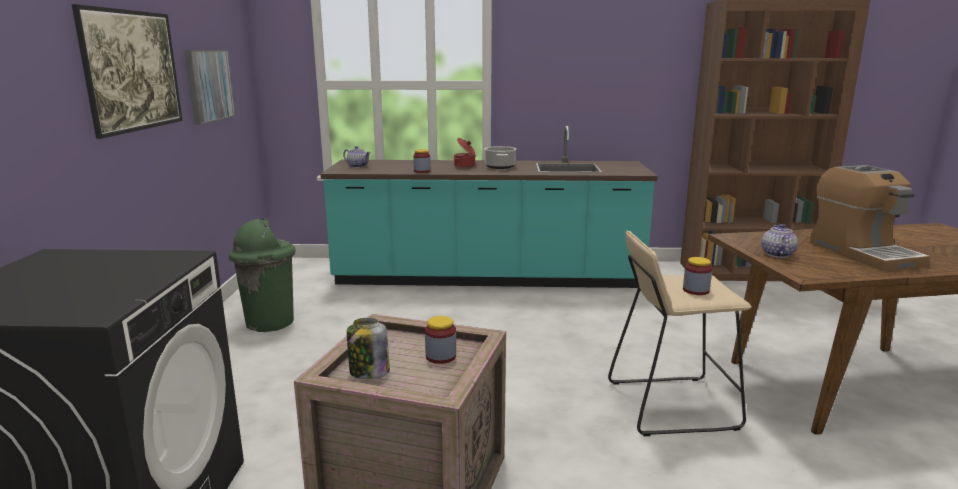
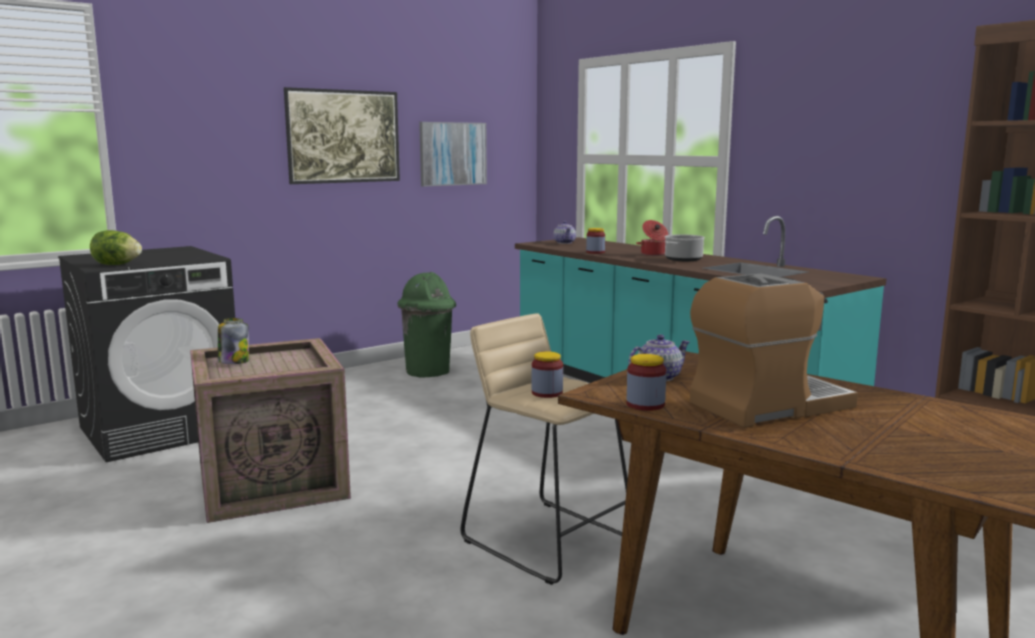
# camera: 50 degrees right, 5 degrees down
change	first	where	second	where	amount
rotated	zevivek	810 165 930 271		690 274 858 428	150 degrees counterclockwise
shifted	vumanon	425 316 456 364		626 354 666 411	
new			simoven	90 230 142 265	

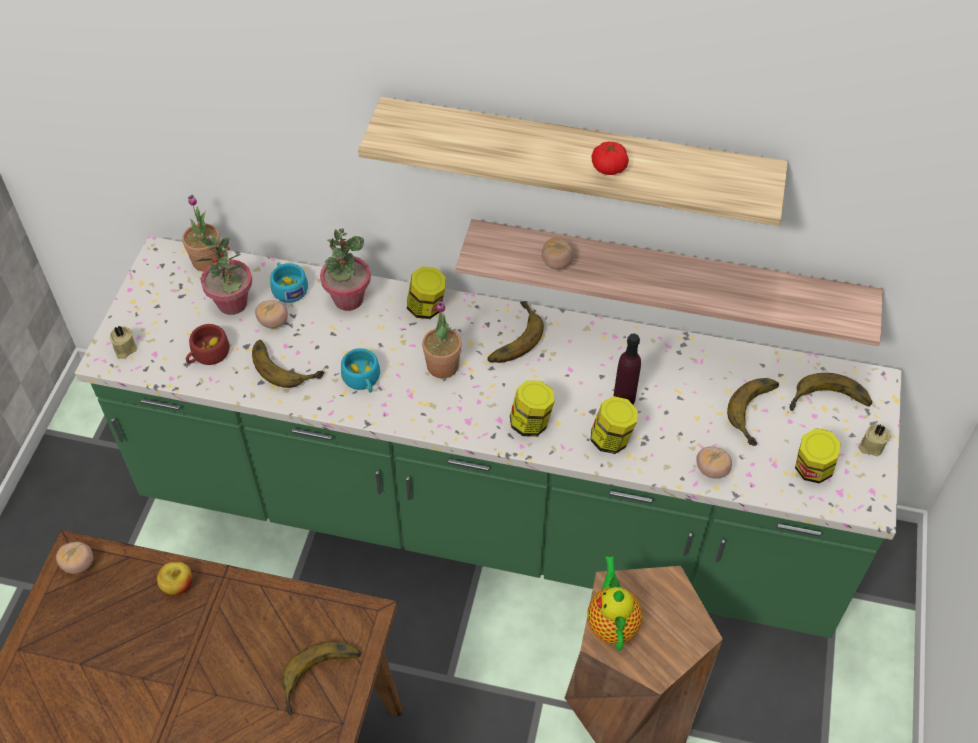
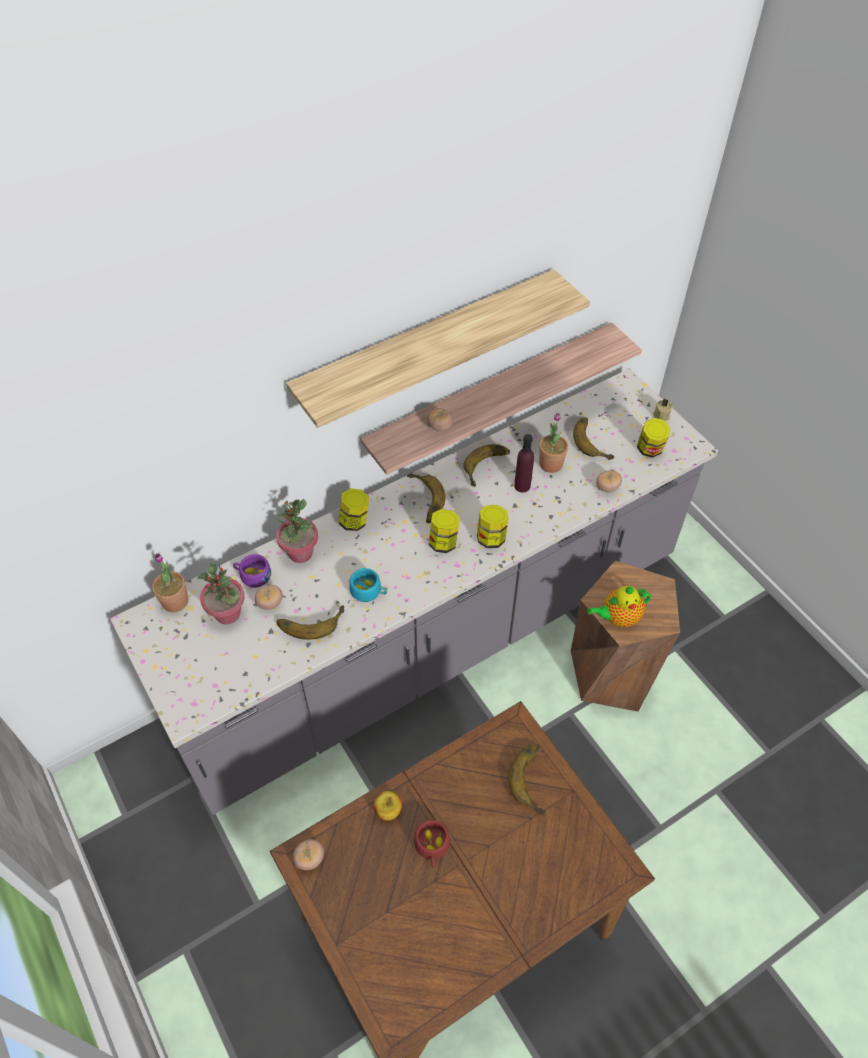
# camera: 45 degrees left, 0 degrees up
change	first	where	second	where	amount
gone	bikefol	591 142 629 175			
repainted	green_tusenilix	75 236 902 638	grey_tusenilix	110 368 718 815	
repainted	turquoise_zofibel	270 262 308 303	purple_zofibel	233 554 271 588	
shifted	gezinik	422 301 462 378		539 413 568 473	
shifted	red_zofibel	186 324 230 365		414 820 450 867	
gone	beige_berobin	110 326 137 359			
shifted	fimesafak	789 373 872 411		463 444 510 487	
shifted	vumanon	590 396 638 454		428 509 460 553	
rotated	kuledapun	587 556 642 651		587 586 651 627	60 degrees counterclockwise

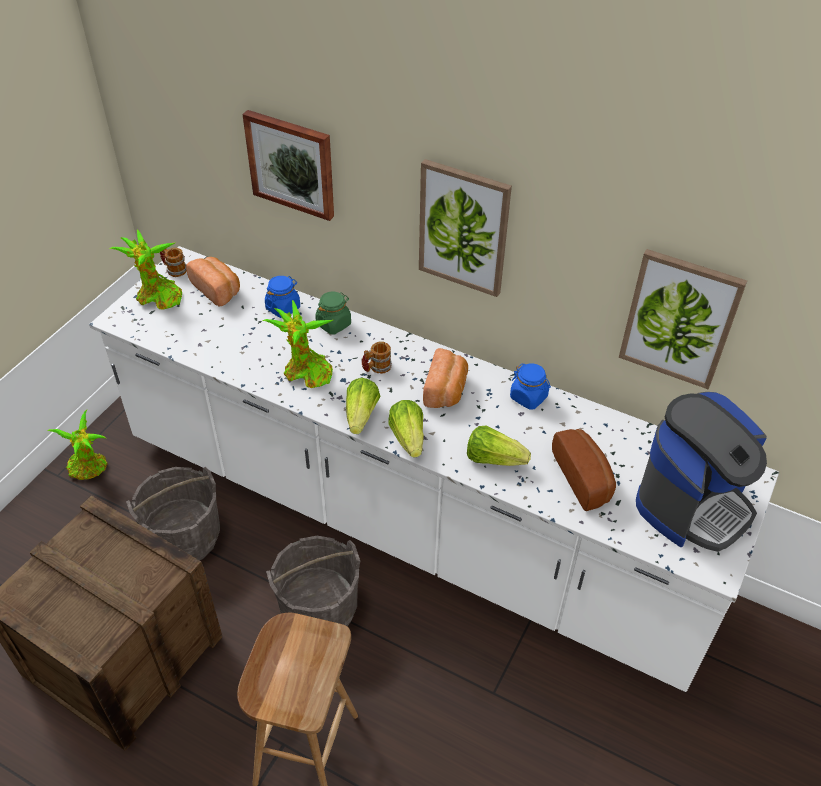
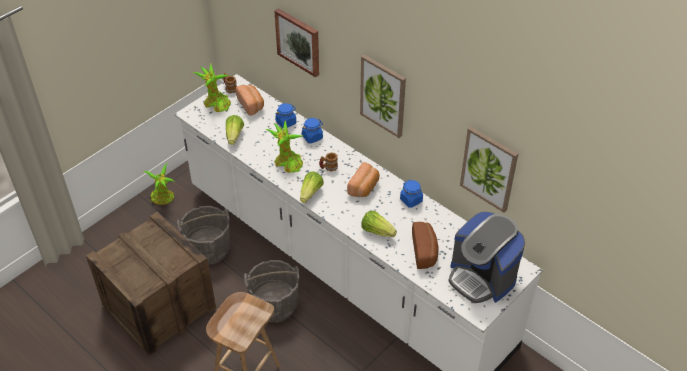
# camera: 15 degrees right, 0 degrees up
change	first	where	second	where	amount
repainted	green_vumanon	315 292 351 334	blue_vumanon	302 118 323 143	
rotated	zevivek	636 392 767 552		448 212 525 303	75 degrees clockwise
shifted	simoven	388 400 424 458		226 115 244 145	

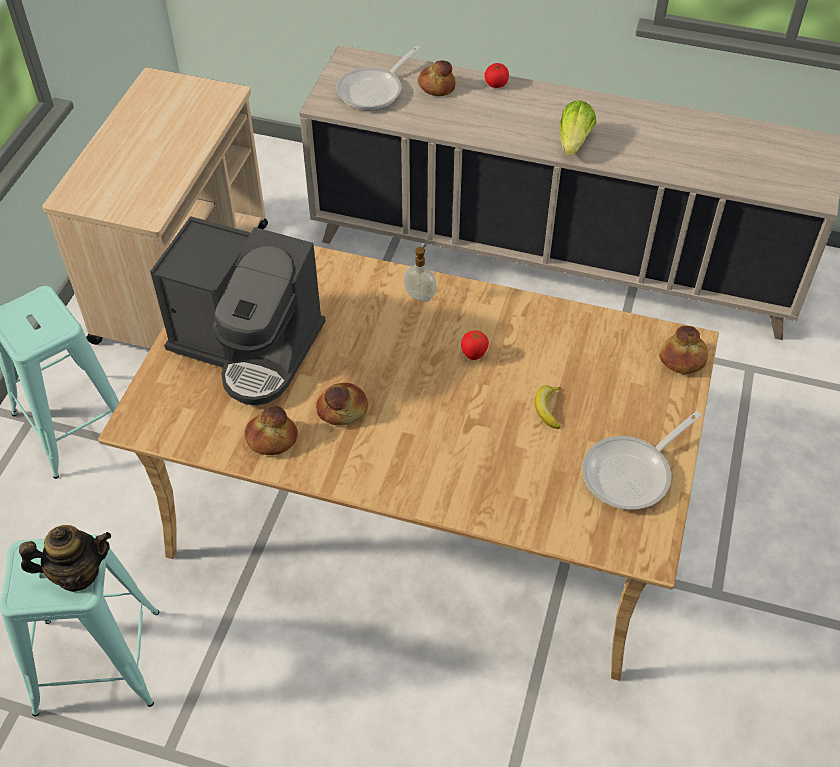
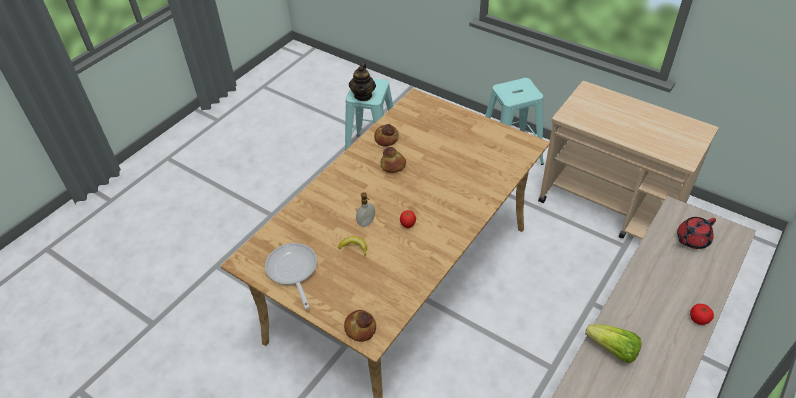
# camera: 110 degrees right, 5 degrees down
change	first	where	second	where	amount
swapped	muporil	336 46 421 111	red_kuledapun	677 217 716 249	
gone	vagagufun	418 60 456 96			
gone	zevivek	150 216 325 406			
shifted	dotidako	403 244 437 302		356 192 375 227	

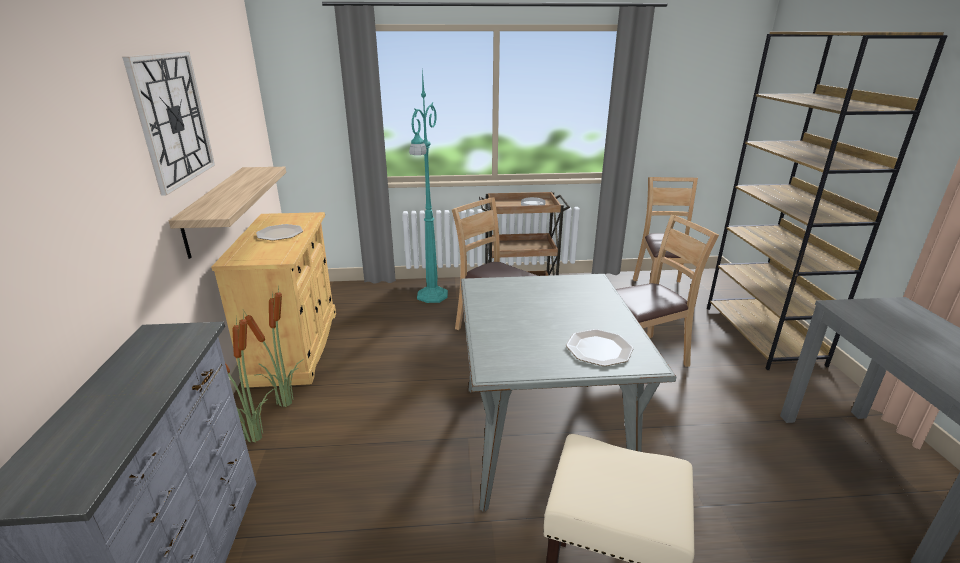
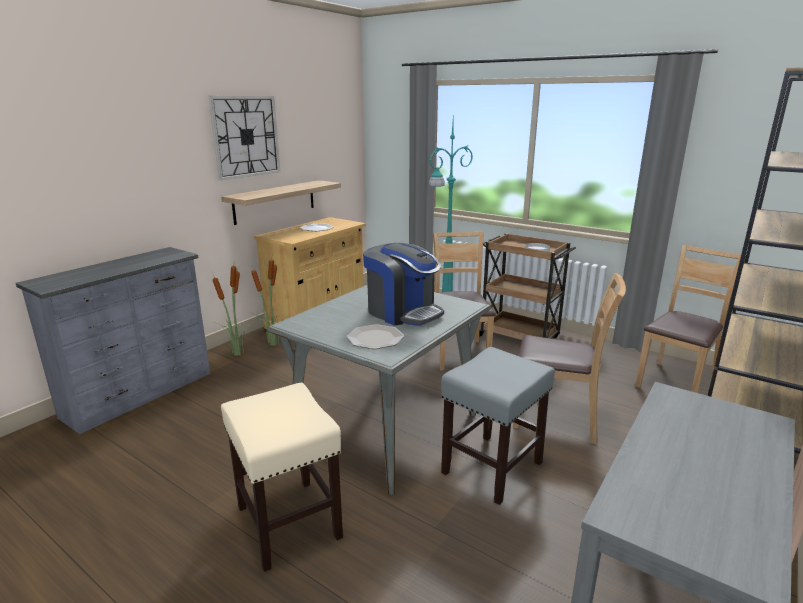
# camera: 40 degrees right, 5 degrees down
change	first	where	second	where	amount
new			zevivek	363 243 444 326	
new			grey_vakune	441 347 555 505	

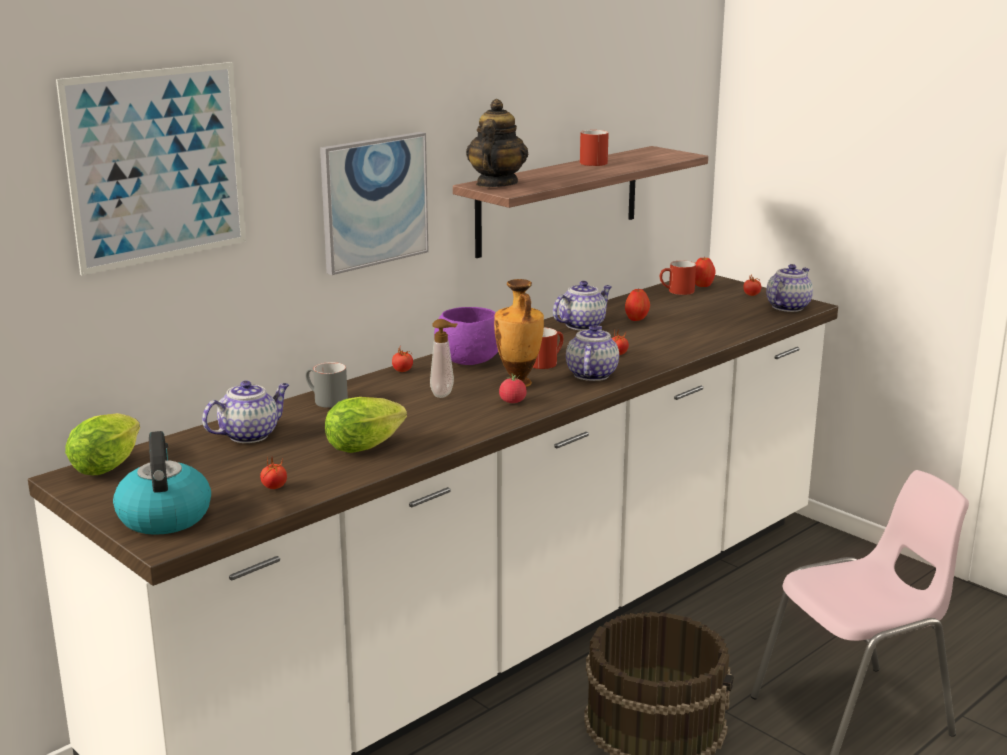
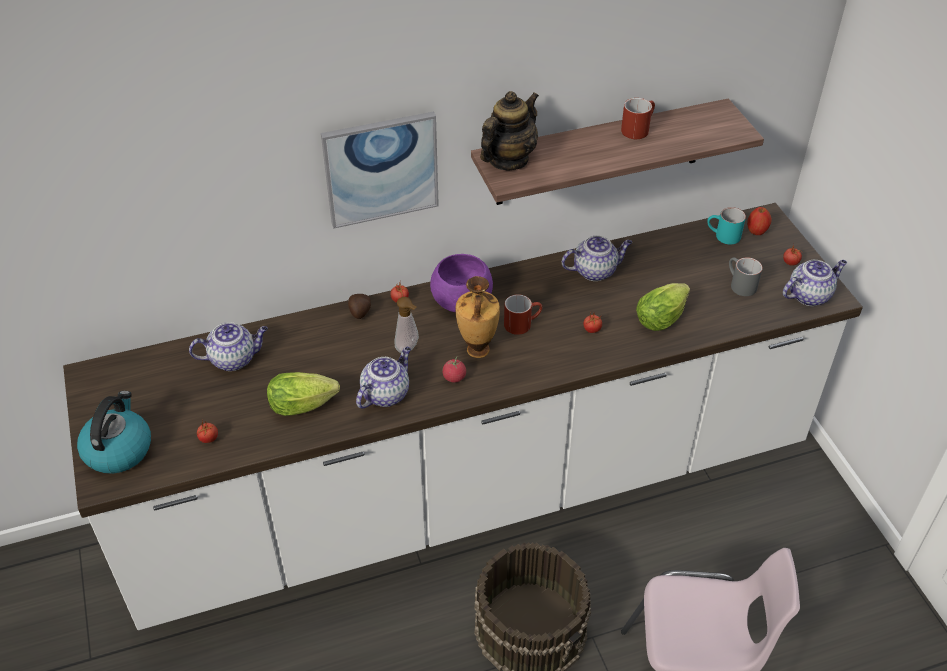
# camera: 25 degrees right, 25 degrees up
change	first	where	second	where	amount
gone	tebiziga	56 62 246 276			
repainted	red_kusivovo	660 261 696 295	turquoise_kusivovo	707 207 746 245	
gone	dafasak	625 288 650 321			
shifted	kuledapun	566 325 619 381		356 347 411 409	
shifted	grey_kusivovo	305 362 348 408		729 257 763 296	
shifted	simoven	65 413 140 475		636 283 690 331	
new			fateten	348 294 371 319	

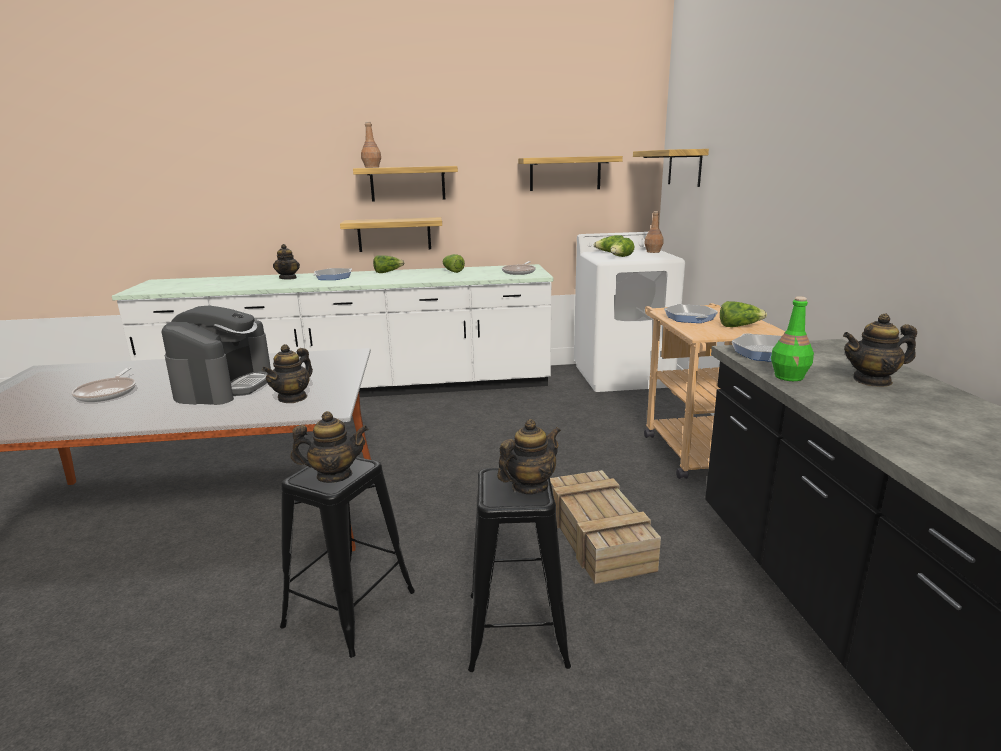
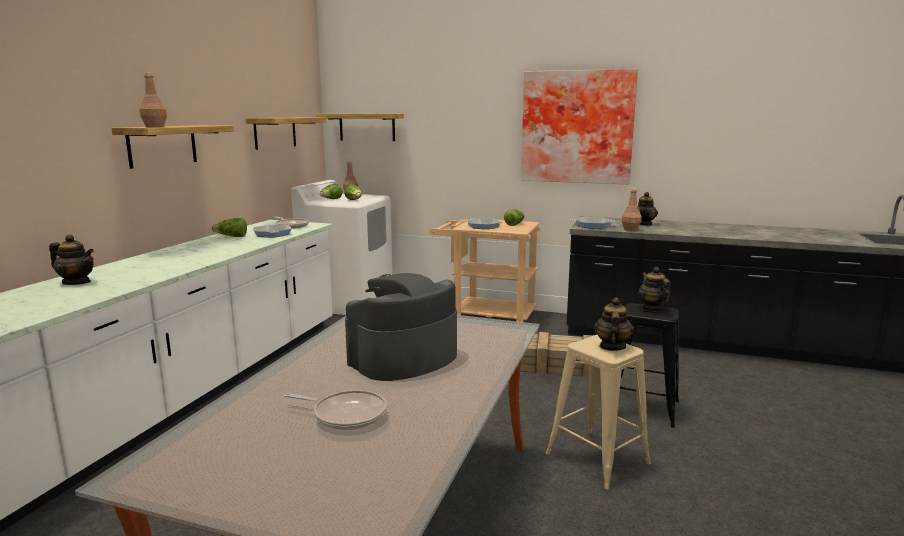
# camera: 65 degrees left, 5 degrees down
change	first	where	second	where	amount
gone	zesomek	340 217 442 252			
gone	simoven	373 255 404 273			
shifted	muporil	313 268 352 280		253 224 292 237	
repainted	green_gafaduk	771 296 814 381	brown_gafaduk	622 189 642 231	
rotated	zevivek	162 306 271 405		345 273 457 381	75 degrees counterclockwise
gone	kuledapun	262 344 313 403			
repainted	black_vakune	280 457 415 658	beige_vakune	546 335 651 490	
new			tebiziga	521 69 638 184	

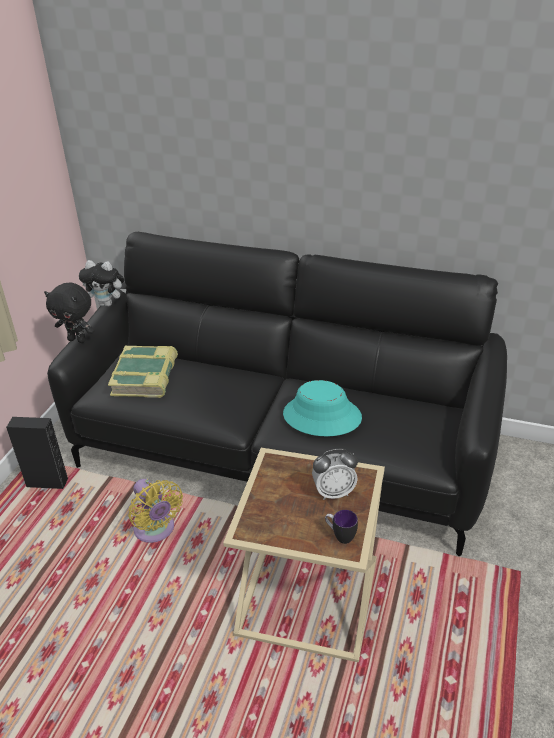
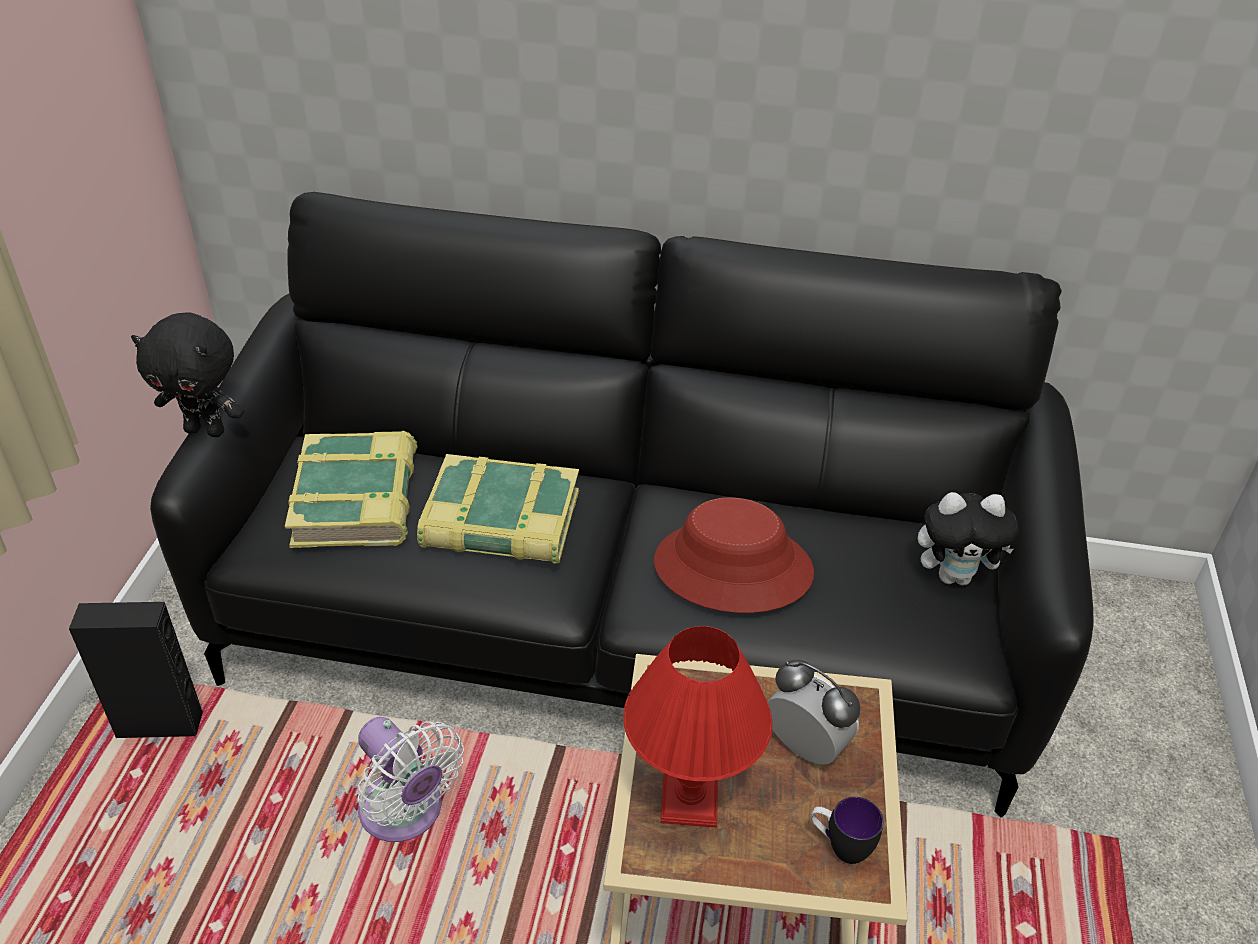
# camera: 10 degrees left, 5 degrees up
change	first	where	second	where	amount
shifted	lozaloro	79 260 126 307		918 492 1019 586	
repainted	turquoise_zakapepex	283 380 362 436	red_zakapepex	654 497 814 613	
rotated	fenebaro	312 449 358 500		767 660 861 765	120 degrees counterclockwise
repainted	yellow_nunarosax	128 479 183 543	white_nunarosax	358 717 464 842	
new			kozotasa	417 454 579 564	
new			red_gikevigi	623 626 772 828	

